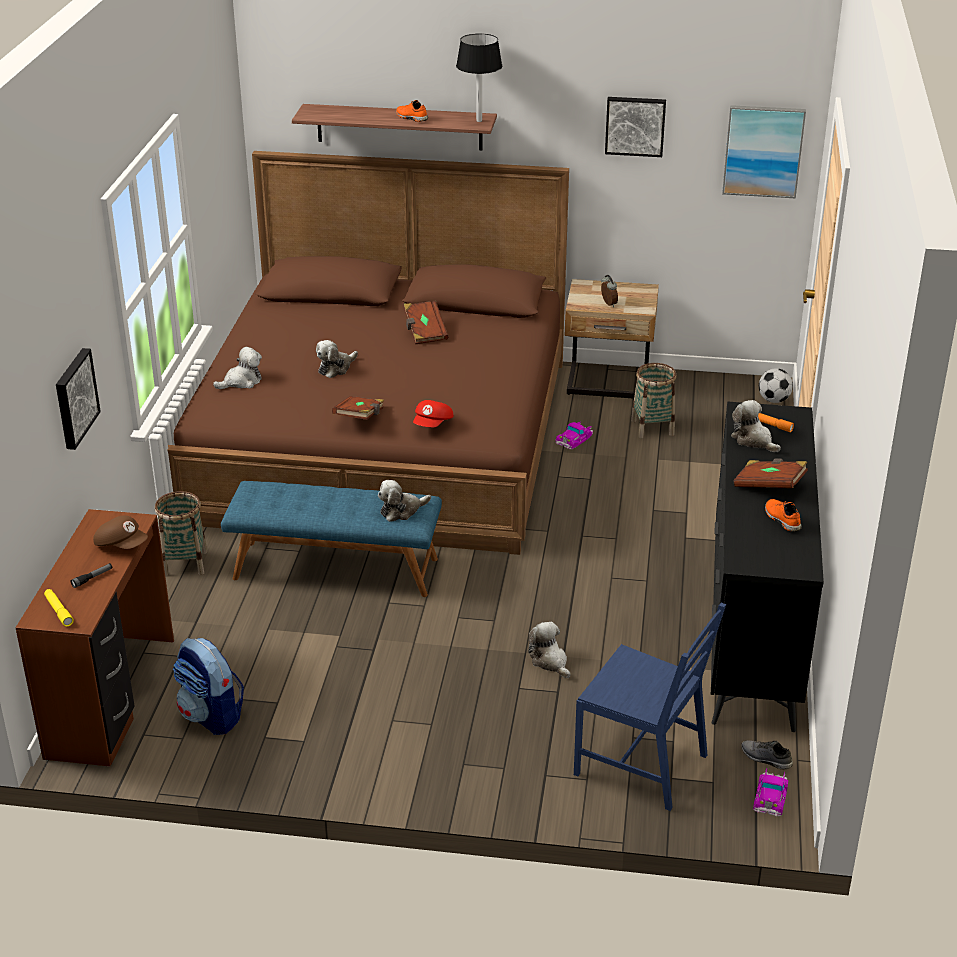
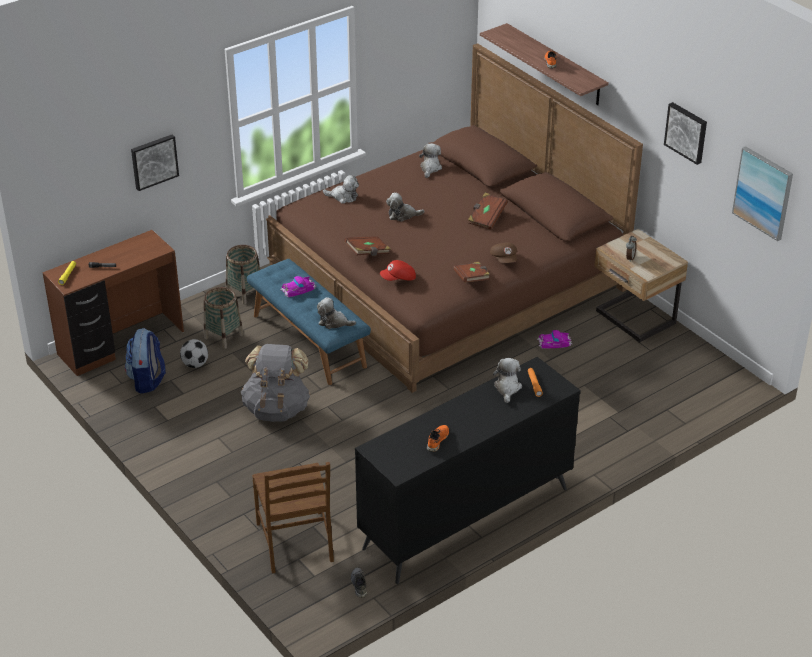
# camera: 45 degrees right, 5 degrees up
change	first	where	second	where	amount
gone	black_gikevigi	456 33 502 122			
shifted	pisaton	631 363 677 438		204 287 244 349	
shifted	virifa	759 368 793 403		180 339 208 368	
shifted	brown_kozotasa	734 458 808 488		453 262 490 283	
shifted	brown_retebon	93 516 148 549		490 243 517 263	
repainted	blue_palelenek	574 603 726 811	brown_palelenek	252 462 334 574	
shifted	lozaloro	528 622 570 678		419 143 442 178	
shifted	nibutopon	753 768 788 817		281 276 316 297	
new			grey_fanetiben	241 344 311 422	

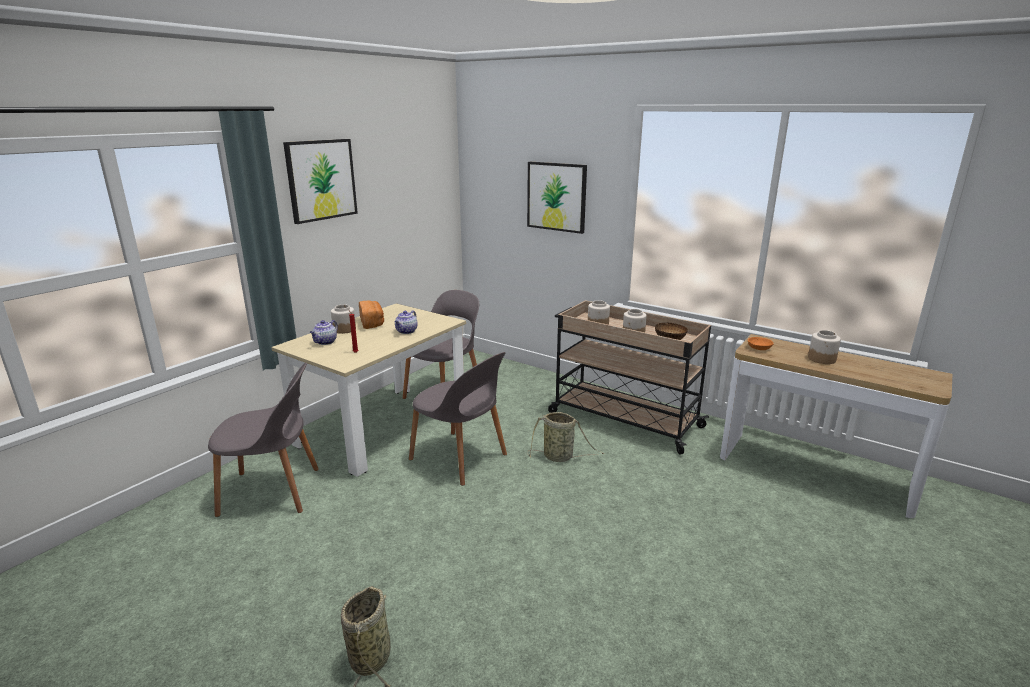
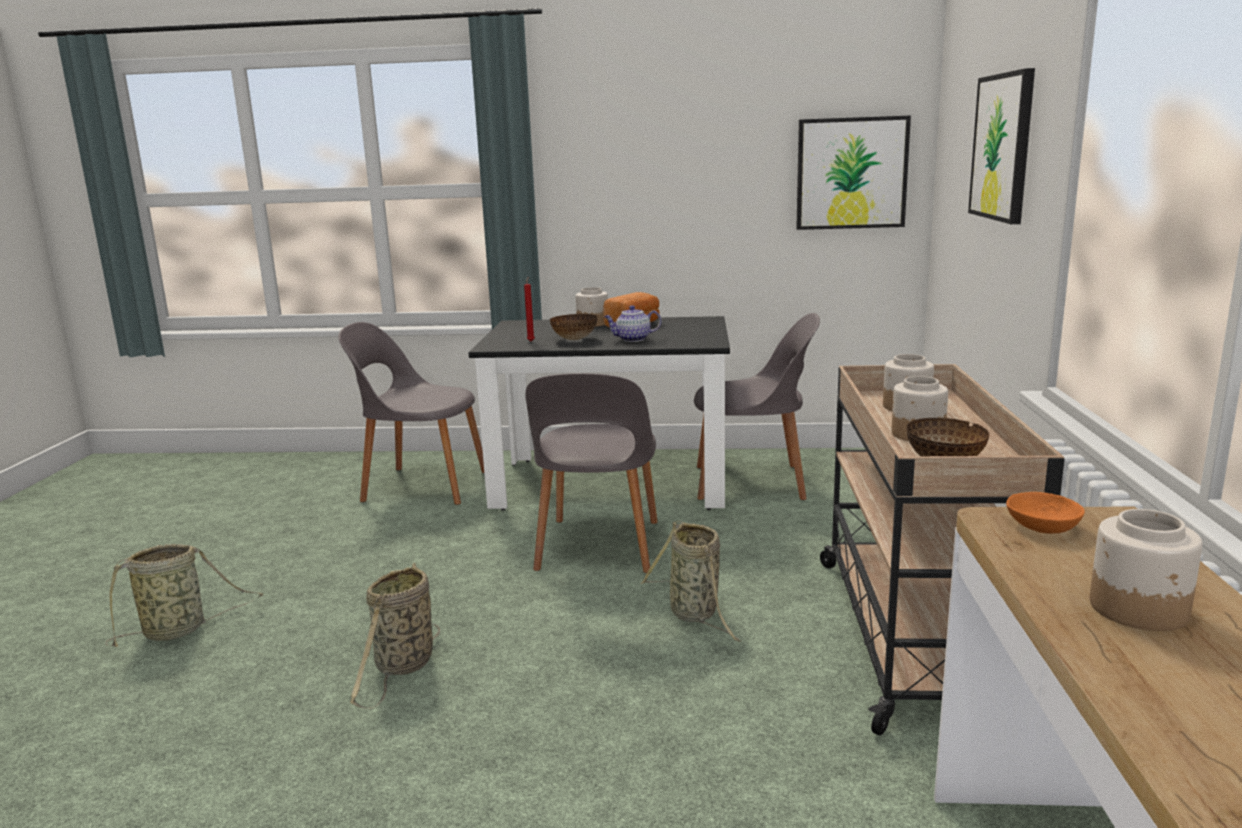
# camera: 60 degrees right, 5 degrees down
change	first	where	second	where	amount
shifted	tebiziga	283 139 358 224		796 115 911 230	
repainted	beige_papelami	271 303 466 477	black_papelami	468 316 730 511	
gone	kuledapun	310 320 338 345			
rotated	grey_palelenek	208 363 319 517		338 322 484 505	135 degrees clockwise
new			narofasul	550 314 597 340	
new			pisaton	350 563 440 708	

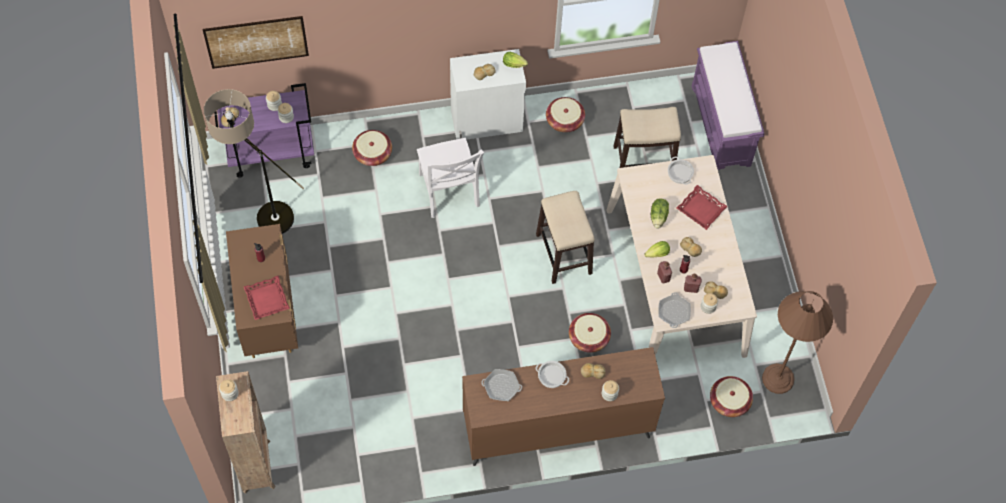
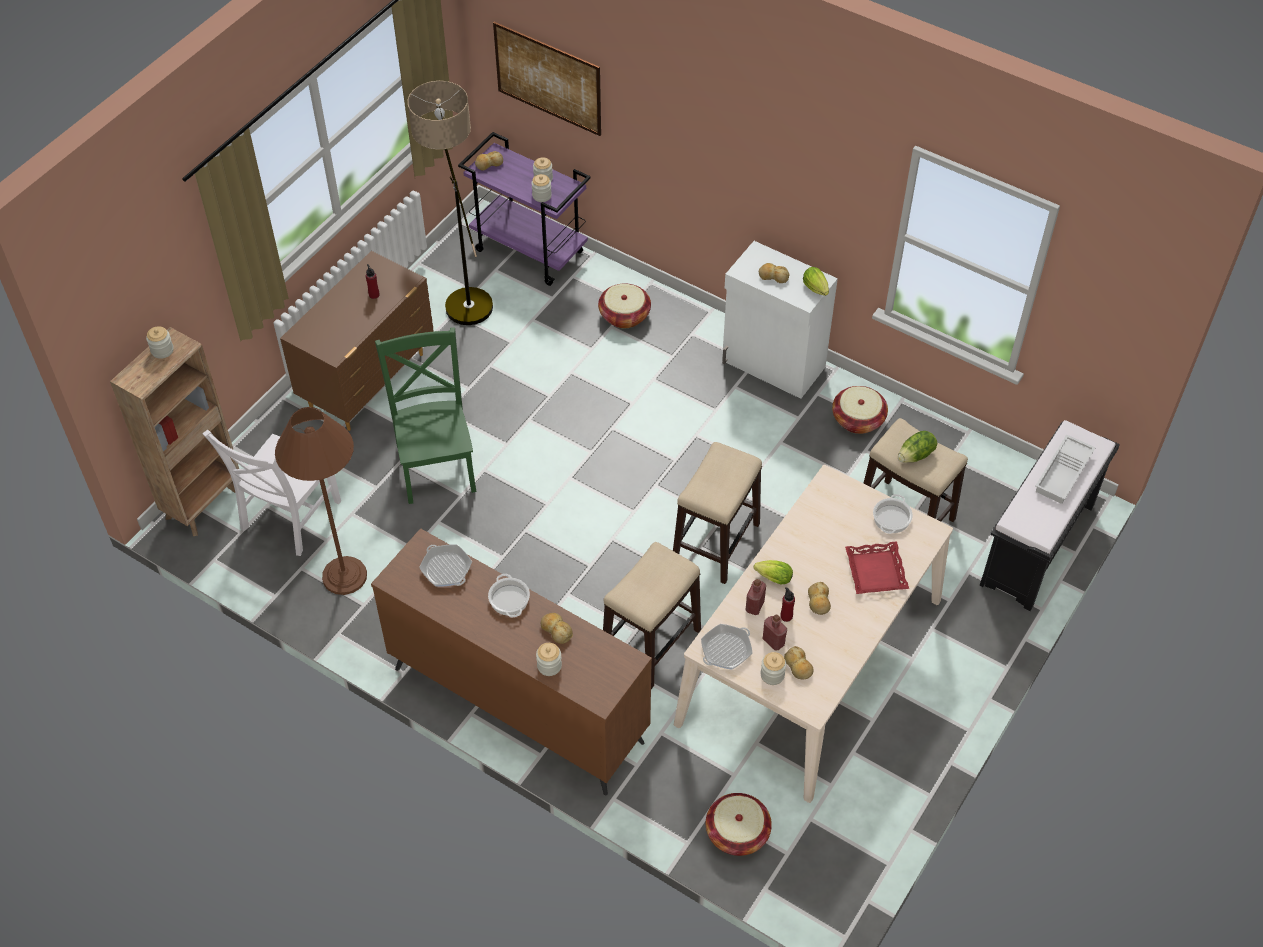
# camera: 45 degrees right, 10 degrees down
change	first	where	second	where	amount
repainted	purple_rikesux	692 41 765 170	black_rikesux	980 420 1120 611	
shifted	white_palelenek	417 138 484 218		202 430 341 556	
shifted	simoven	651 198 669 229		898 431 937 463	
gone	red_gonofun	244 276 290 320			
shifted	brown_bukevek	762 291 833 394		275 407 367 595	
swapped	pisaton	569 313 611 353	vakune	603 542 701 689	
new			green_palelenek	375 327 477 504	
new			white_gonofun	1035 434 1096 504	

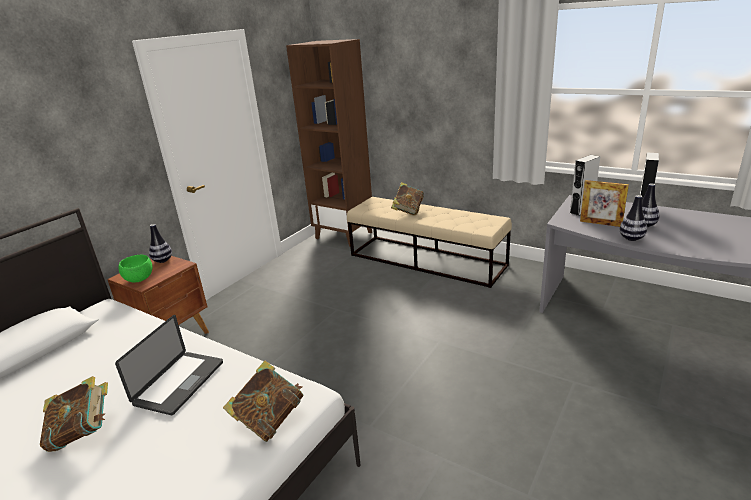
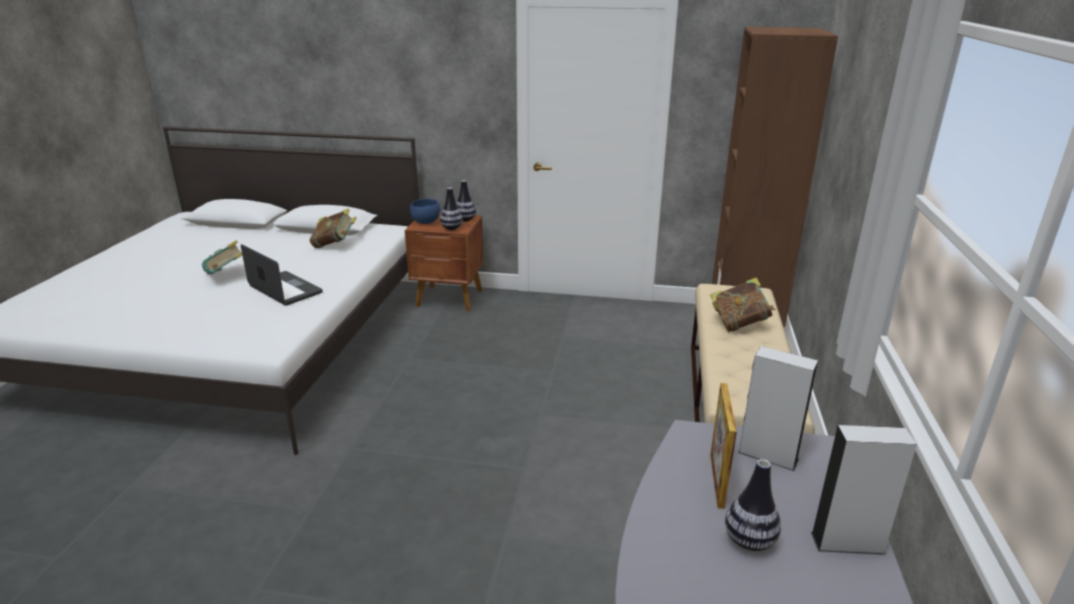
# camera: 65 degrees right, 0 degrees up
change	first	where	second	where	amount
shifted	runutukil	620 195 647 241		440 187 463 230	
repainted	green_narofasul	118 255 153 282	blue_narofasul	410 199 440 224	
rotated	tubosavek	115 315 223 415		241 244 323 306	135 degrees counterclockwise
shifted	kozotasa	223 361 304 442		310 208 357 248	

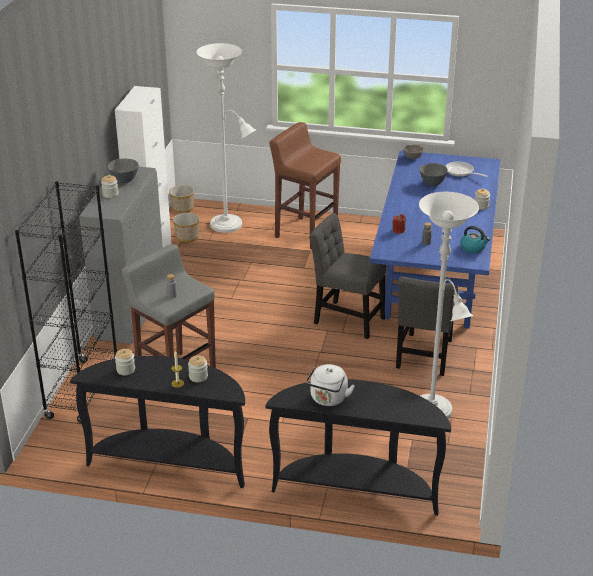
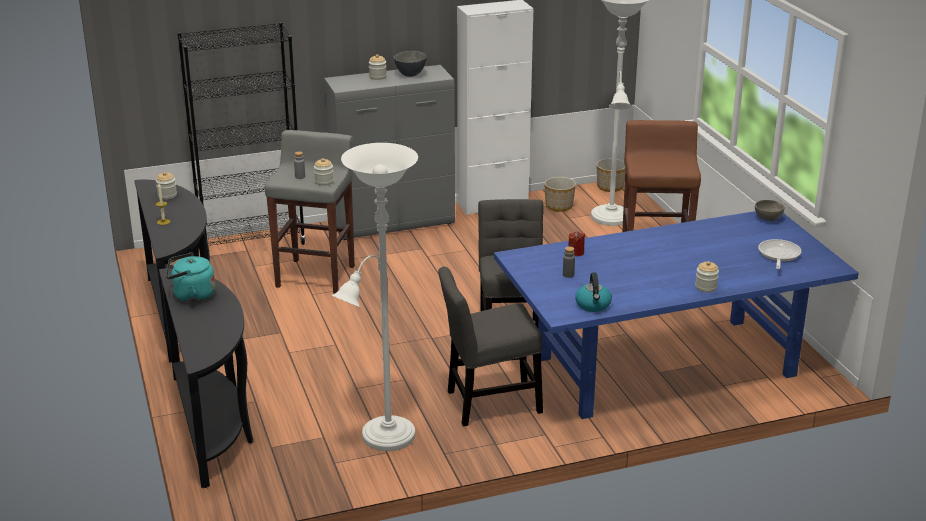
# camera: 60 degrees right, 5 degrees down
change	first	where	second	where	amount
gone	grey_narofasul	420 163 448 186			
shifted	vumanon	188 355 208 382		314 158 334 186	
repainted	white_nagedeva	306 364 355 406	turquoise_nagedeva	166 253 215 302	

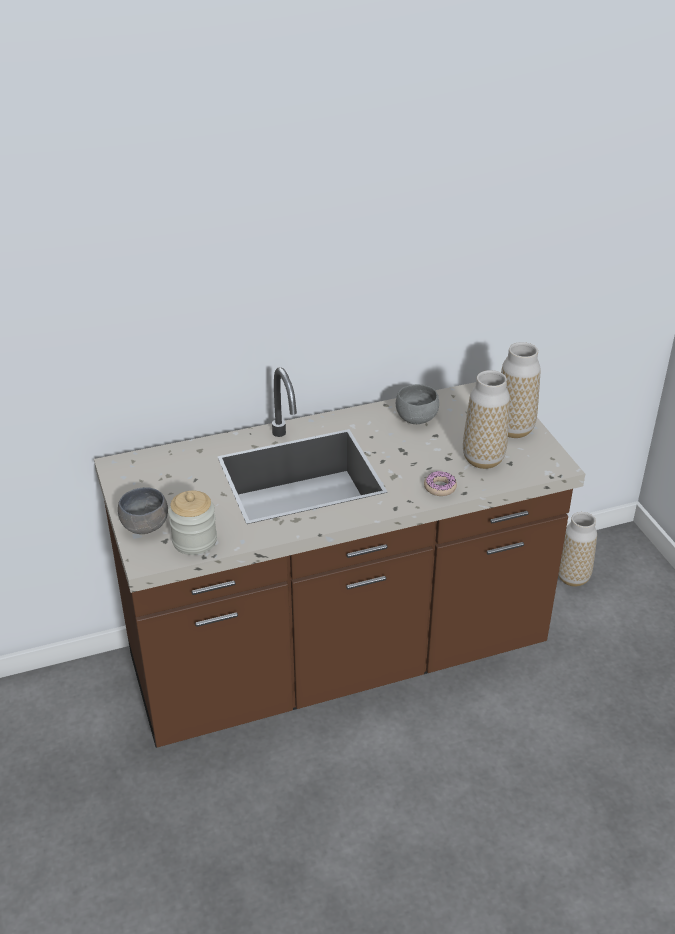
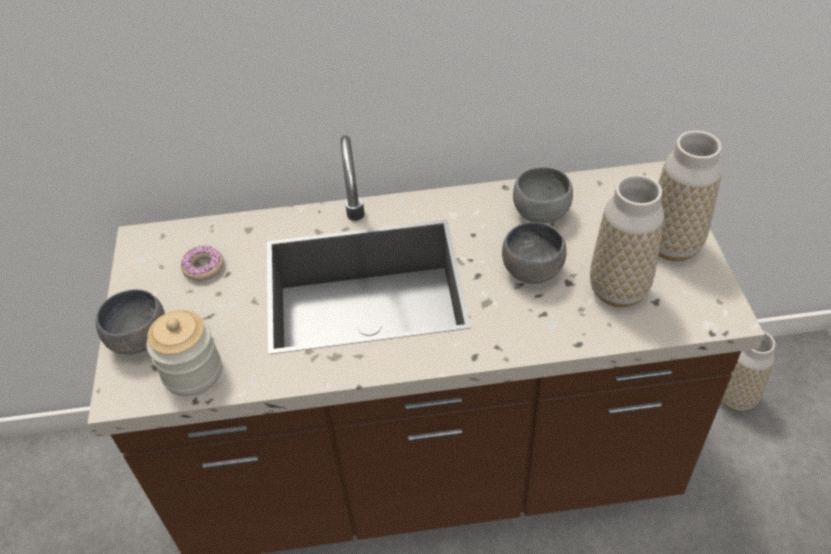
# camera: 15 degrees right, 10 degrees up
change	first	where	second	where	amount
shifted	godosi	424 471 457 496		181 246 224 281	
new			grey_narofasul	502 222 567 284	

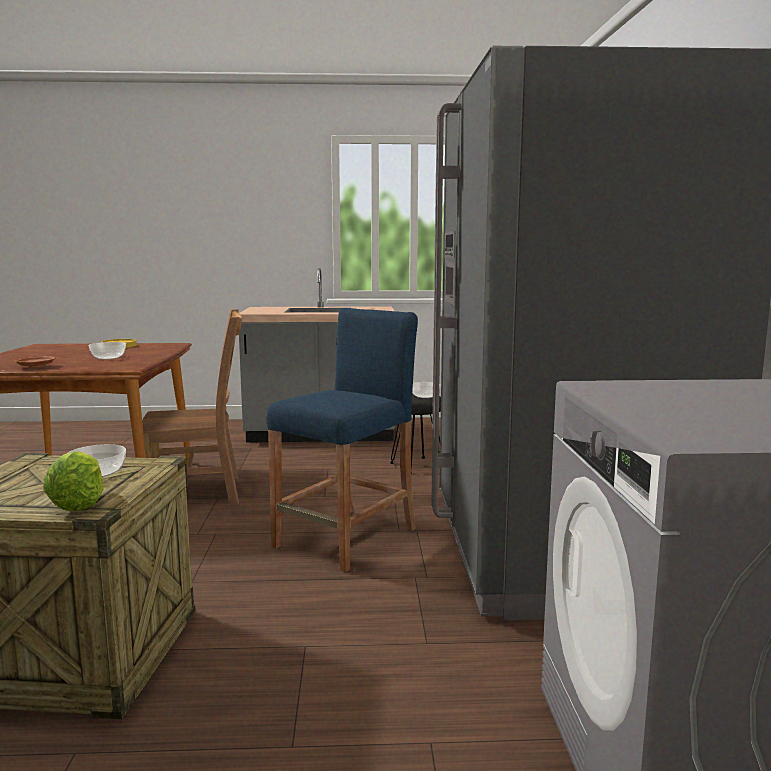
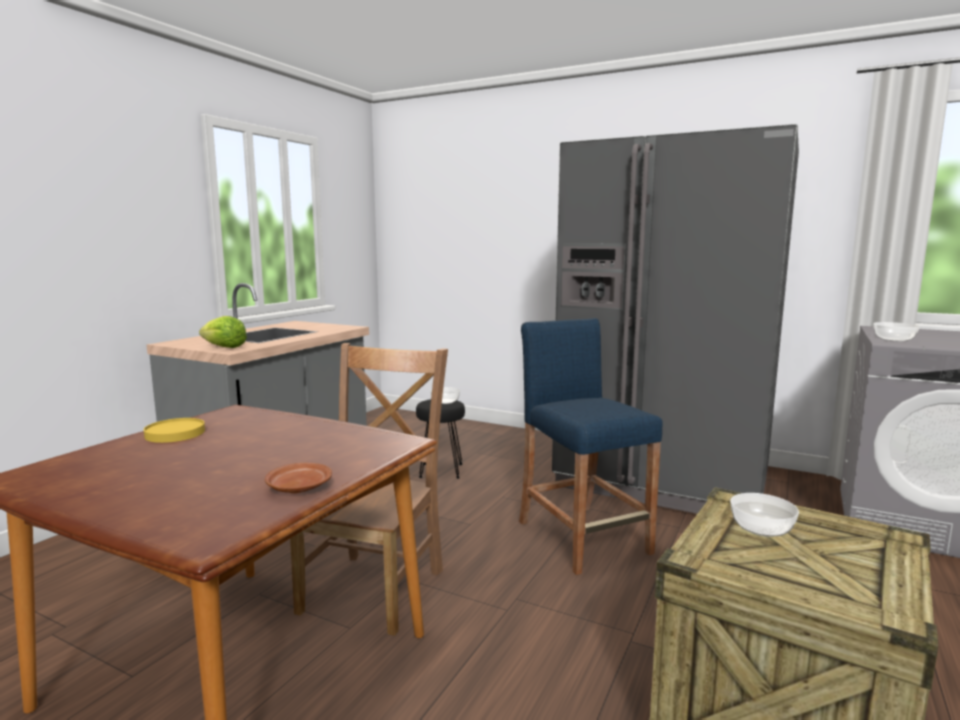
# camera: 60 degrees left, 0 degrees up
change	first	where	second	where	amount
shifted	narofasul	88 342 126 359		873 322 920 342	
shifted	simoven	43 452 104 511		199 316 247 348	

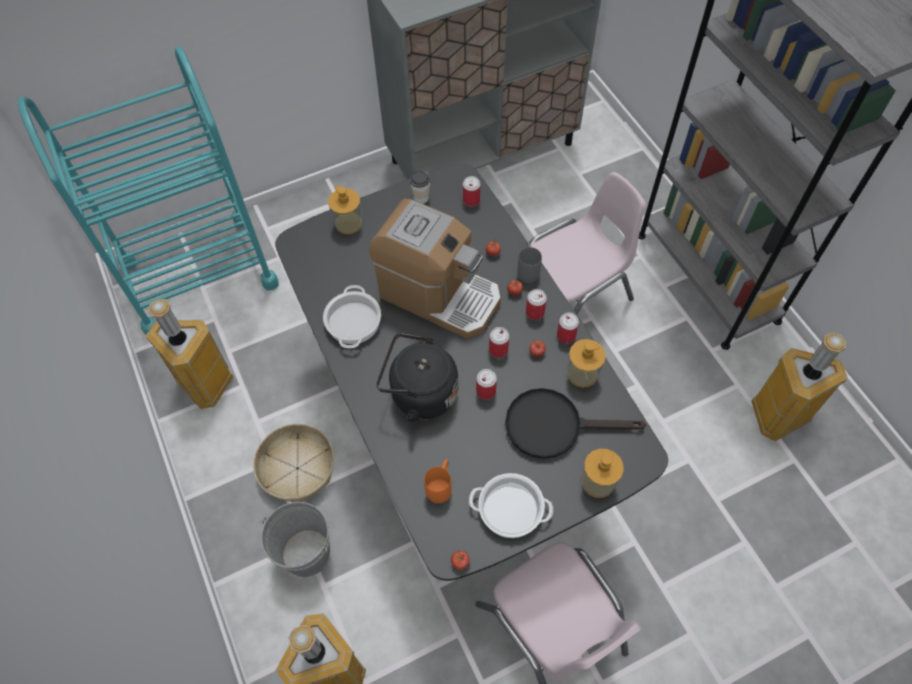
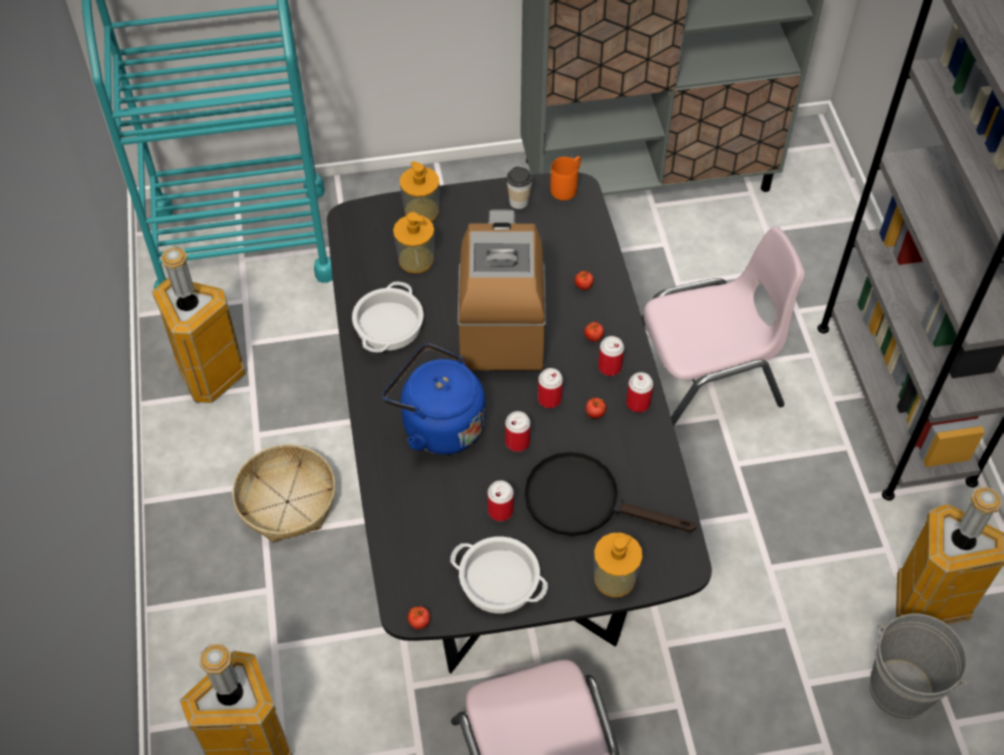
# camera: 15 degrees right, 5 degrees down
change	first	where	second	where	amount
shifted	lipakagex	463 176 480 207		488 480 514 521	
rotated	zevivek	369 199 501 339		458 209 546 370	135 degrees counterclockwise
gone	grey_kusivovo	517 242 542 283			
repainted	black_nagedeva	376 333 458 422	blue_nagedeva	383 344 485 455	
shifted	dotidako	567 339 606 388		393 212 434 273	
shifted	orange_kusivovo	424 459 452 503		550 156 581 200	
shifted	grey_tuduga	259 502 330 577		869 614 967 719	

